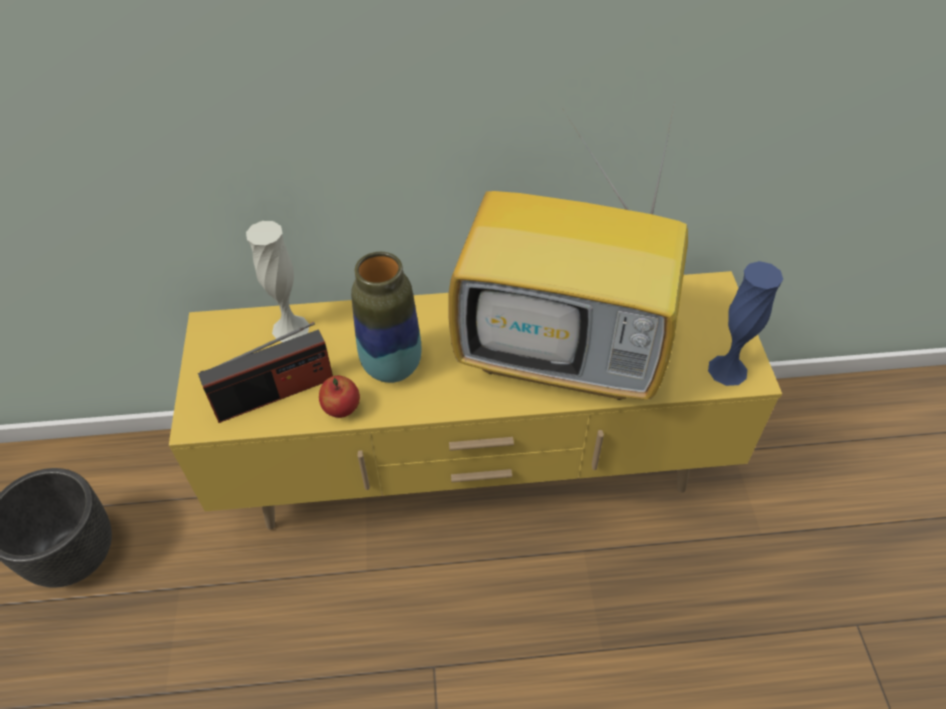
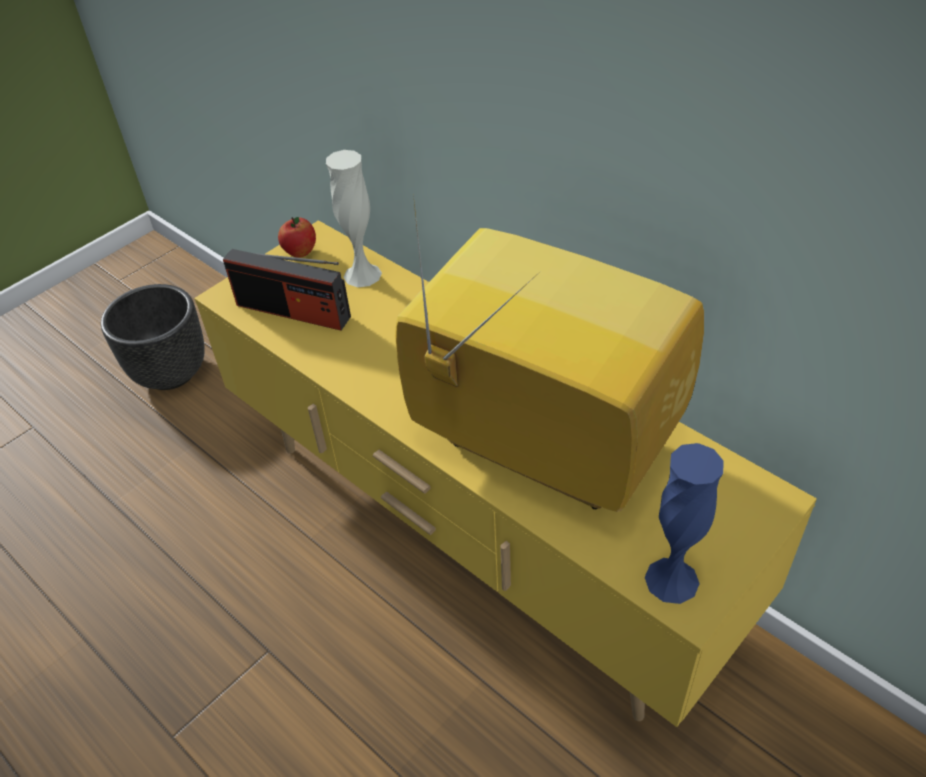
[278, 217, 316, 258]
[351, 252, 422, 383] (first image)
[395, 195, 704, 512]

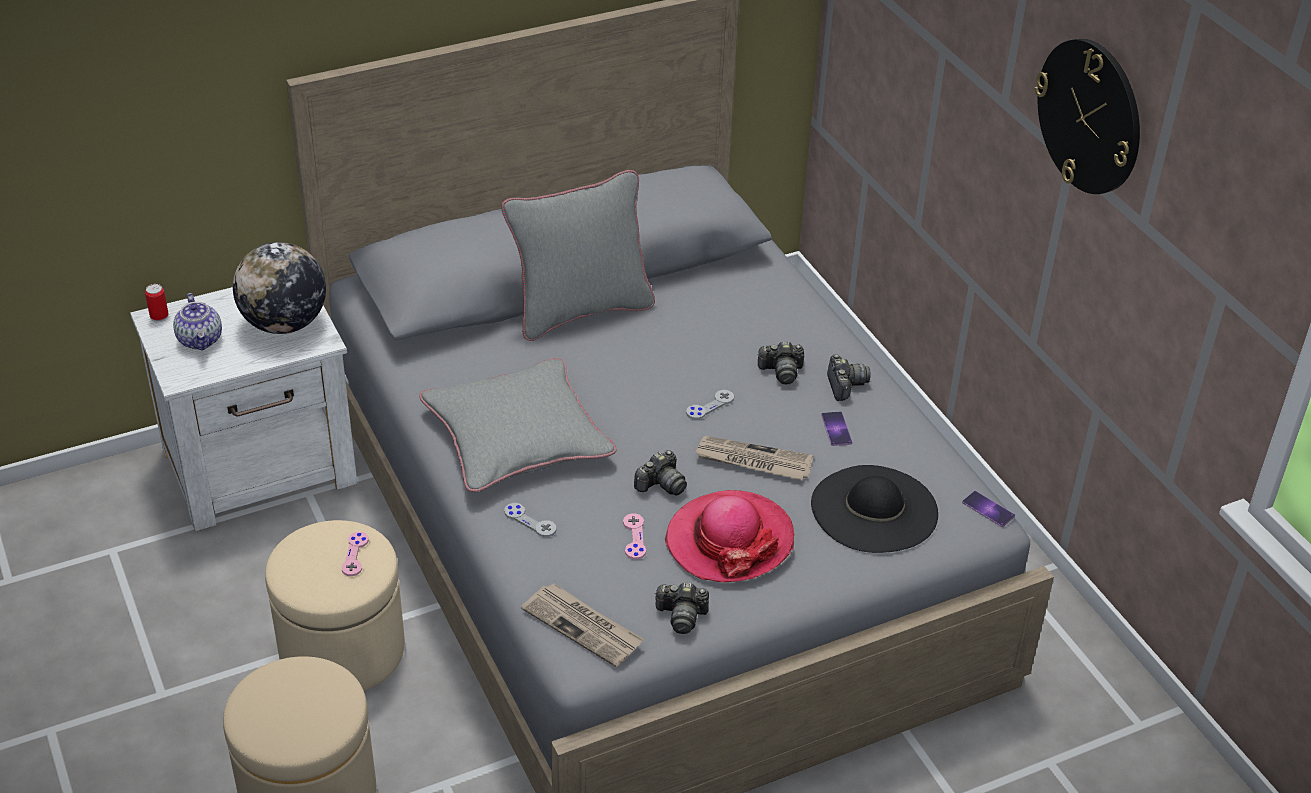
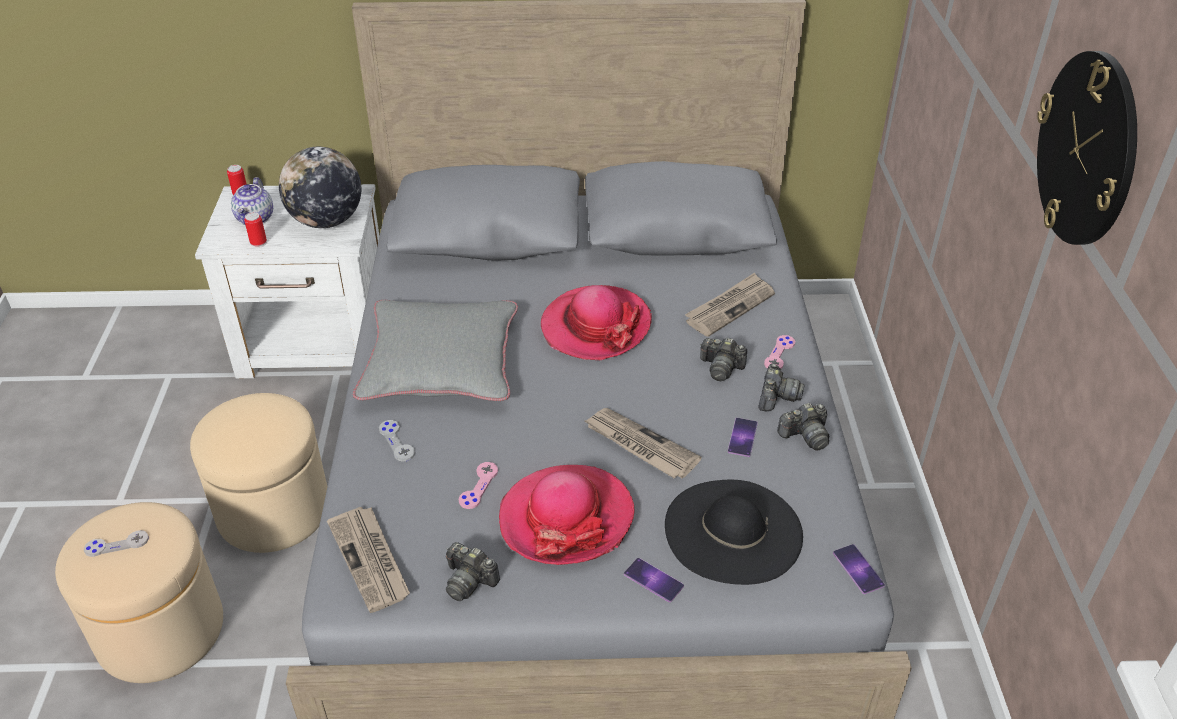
[764, 335, 795, 369]
[501, 170, 655, 341] (first image)
[777, 403, 829, 451]
[84, 530, 149, 557]
[244, 212, 267, 248]
[541, 285, 652, 360]
[624, 558, 684, 602]
[685, 272, 775, 337]

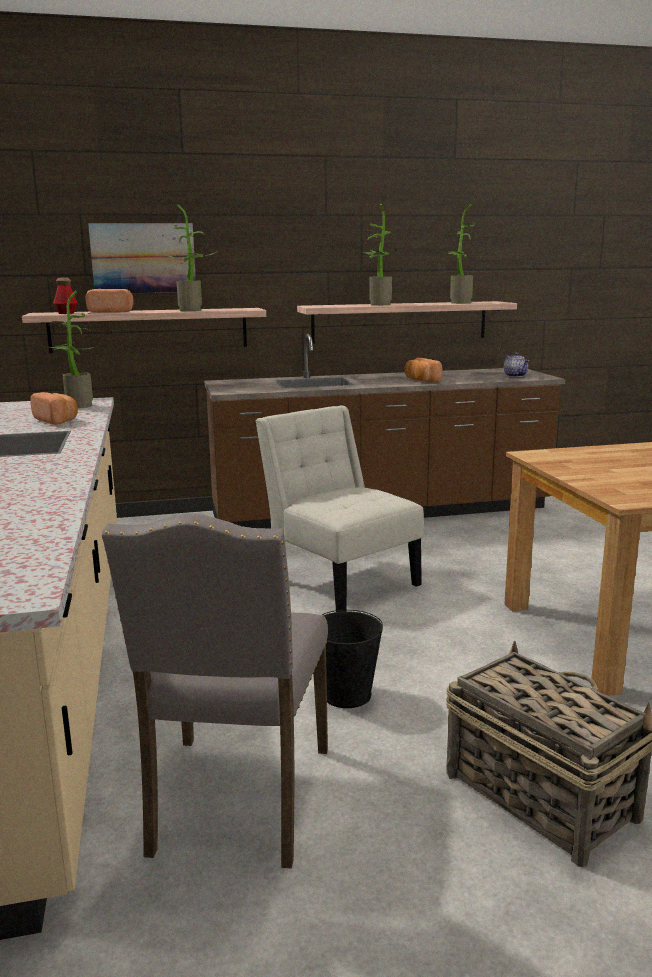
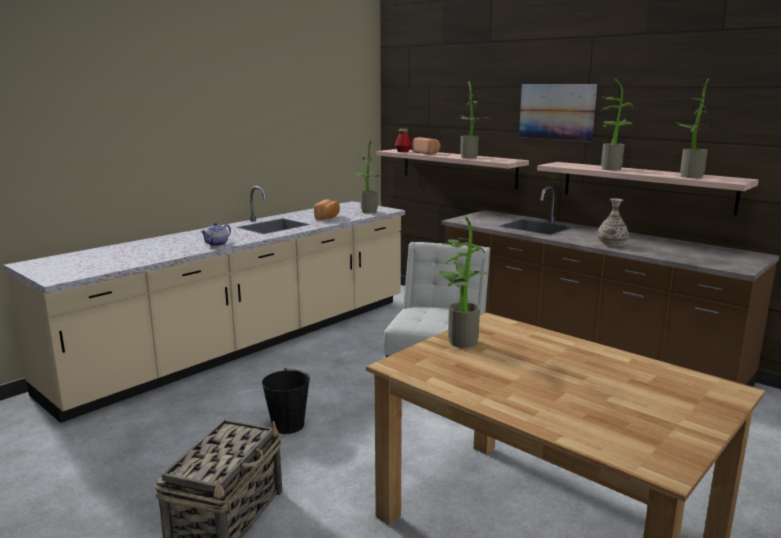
[519, 84, 597, 142]
[102, 513, 328, 868] (first image)
[597, 198, 629, 246]
[201, 222, 231, 246]
[439, 216, 488, 348]

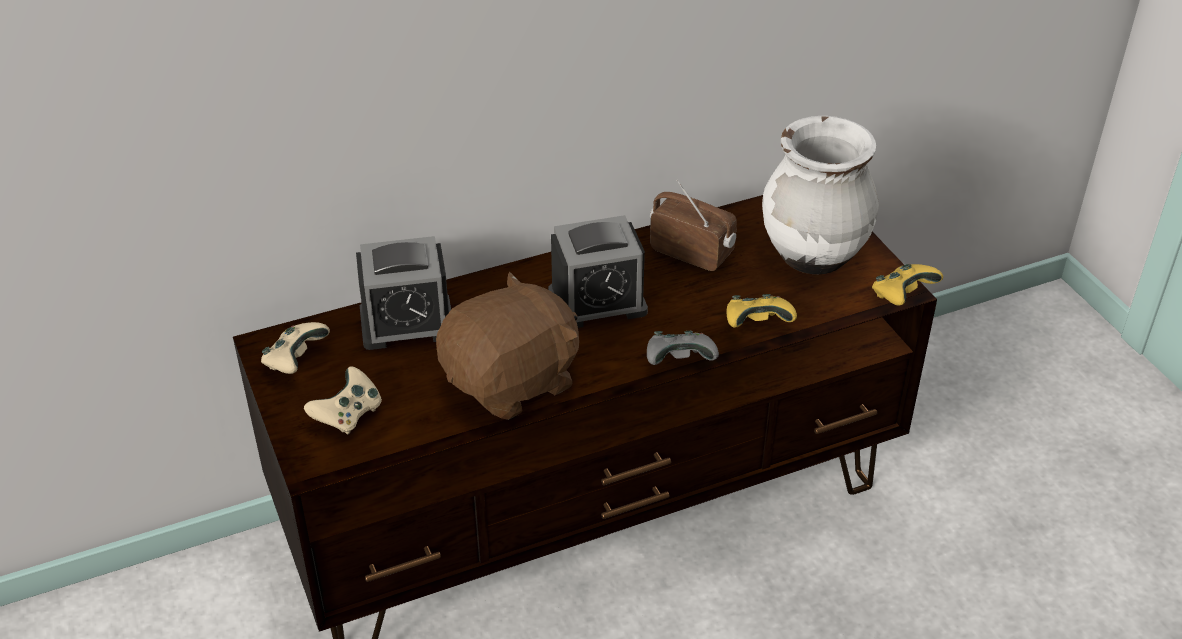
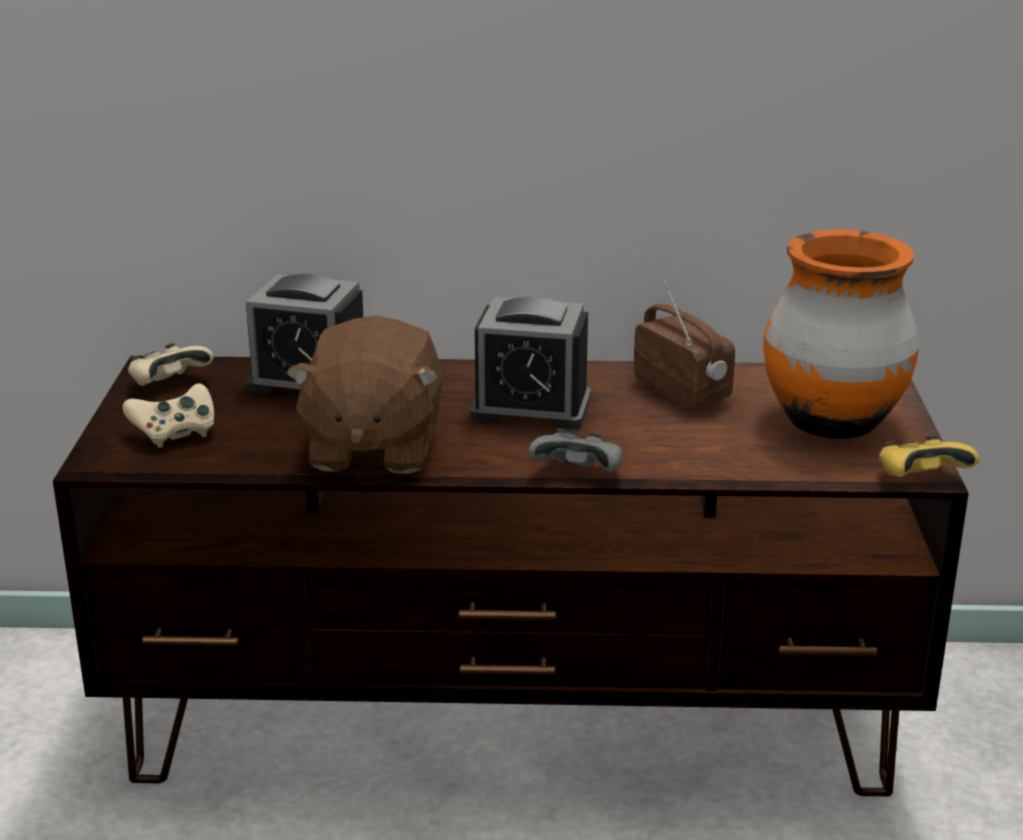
[286, 315, 442, 474]
[727, 294, 797, 328] (first image)
[763, 229, 919, 439]

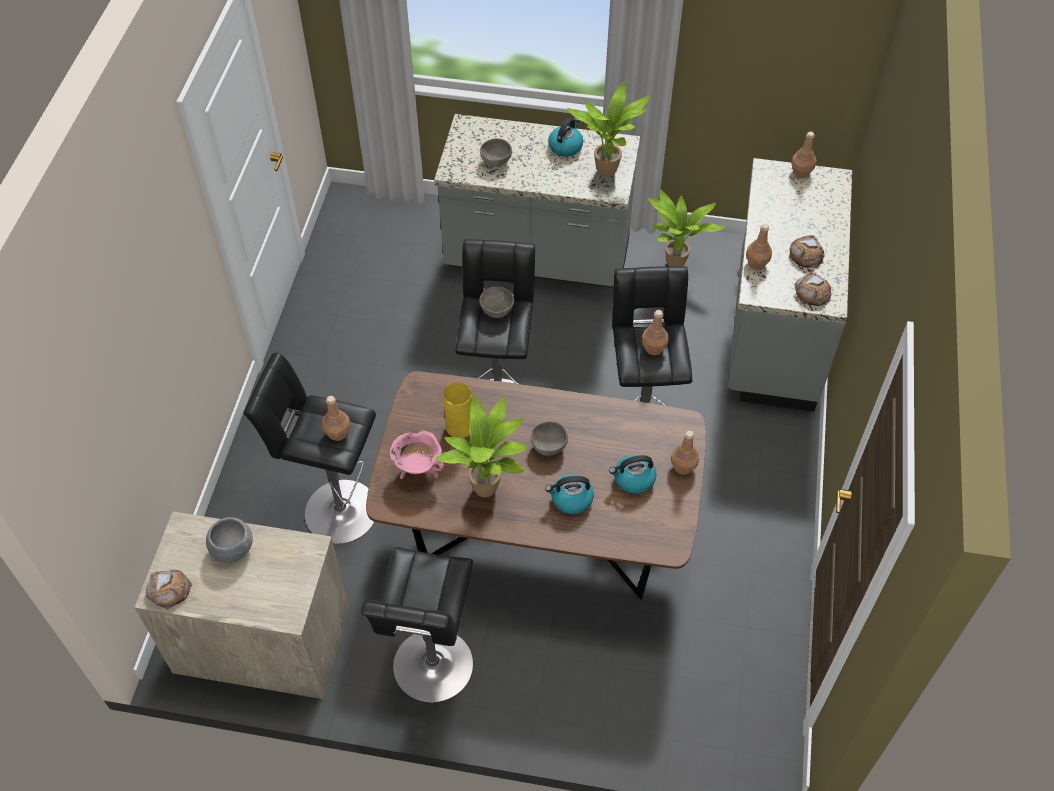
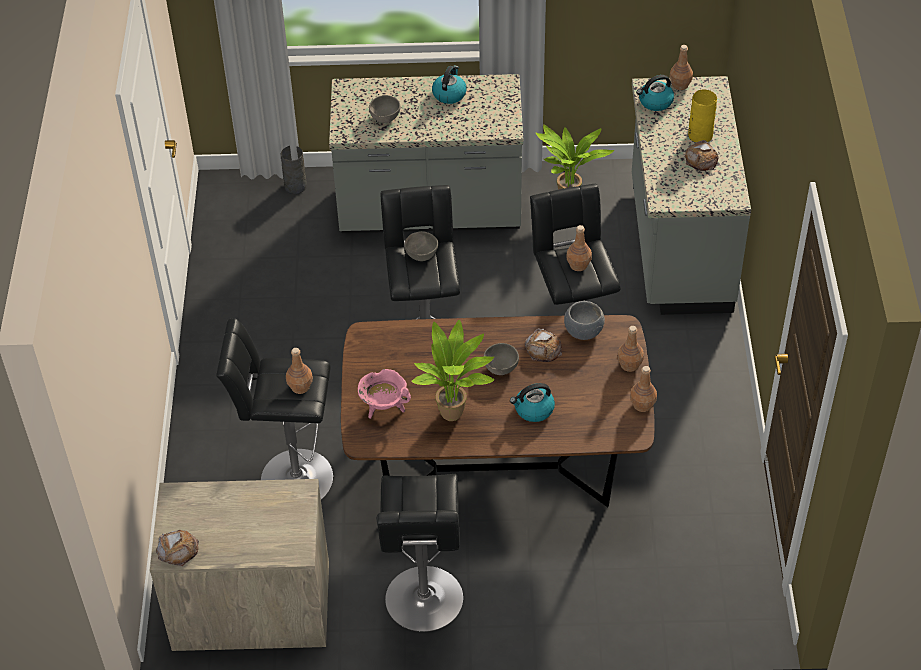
[564, 301, 605, 340]
[688, 89, 717, 143]
[567, 81, 649, 177] (first image)
[636, 75, 674, 111]
[630, 366, 657, 412]
[525, 328, 562, 362]
[281, 146, 307, 194]

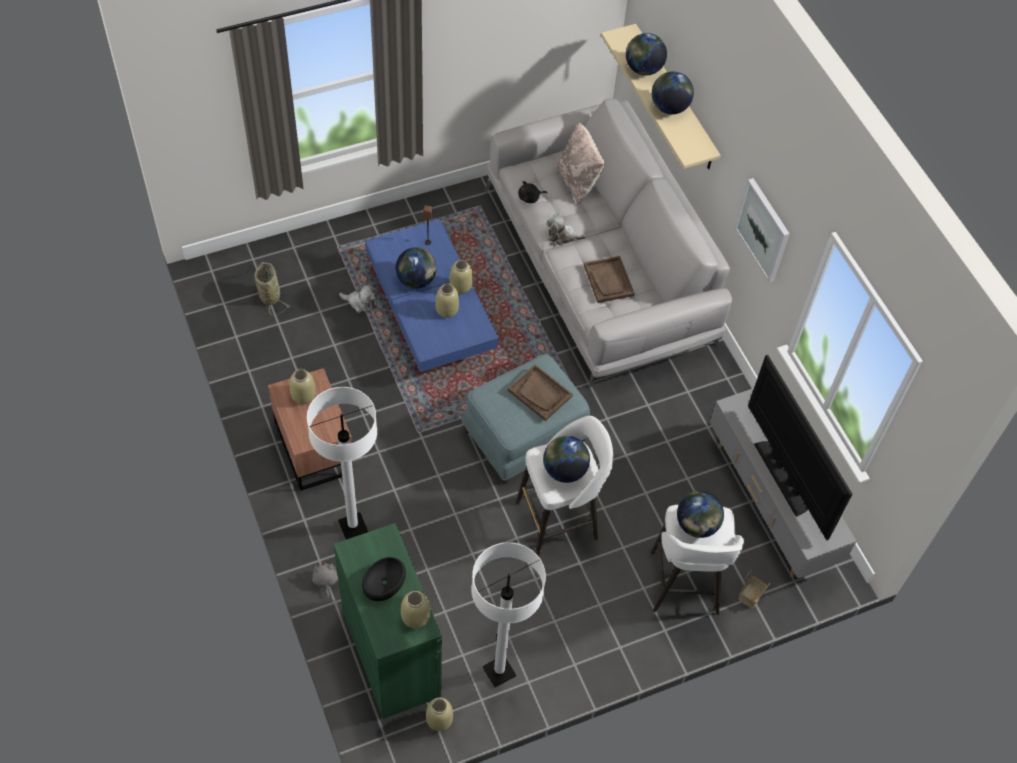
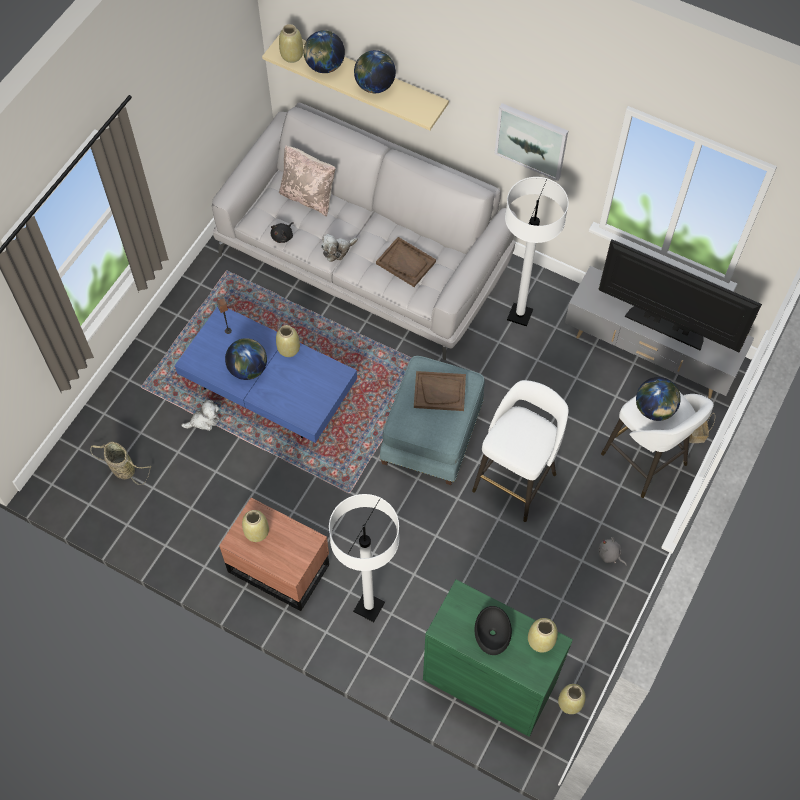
[598, 537, 627, 566]
[279, 24, 303, 63]
[505, 177, 569, 326]
[543, 436, 590, 483] (first image)

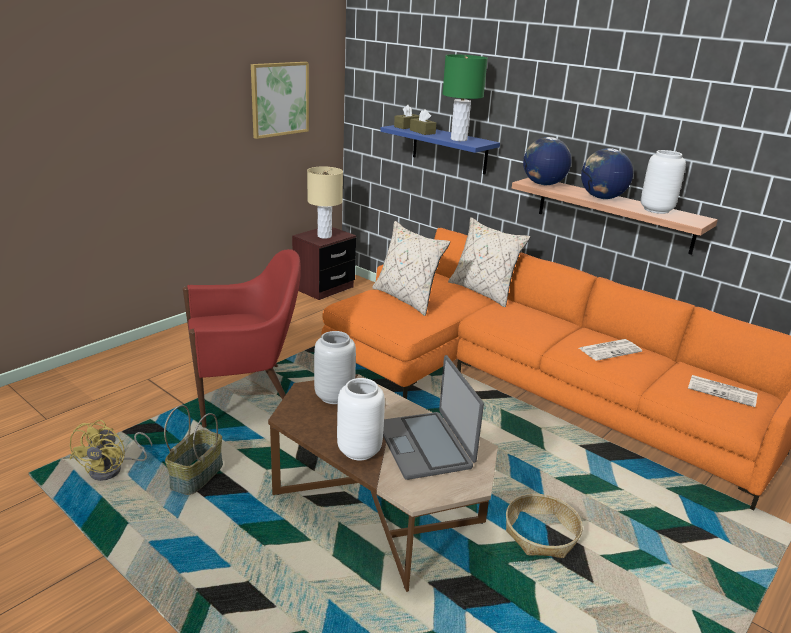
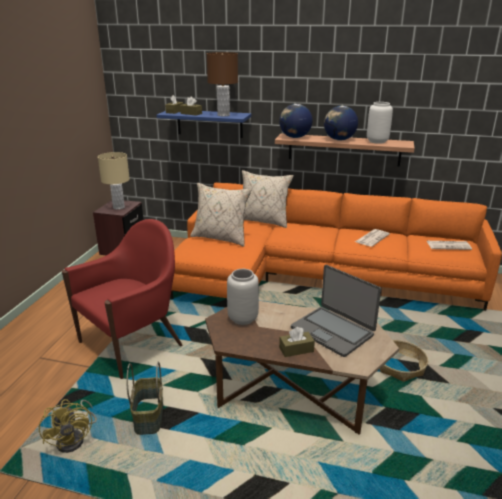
[251, 62, 309, 139] (first image)
[279, 327, 315, 357]
[207, 52, 238, 116]

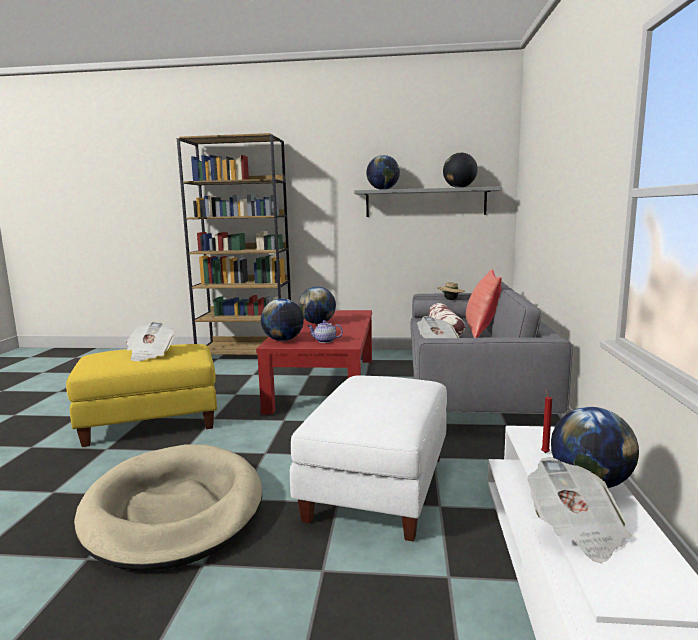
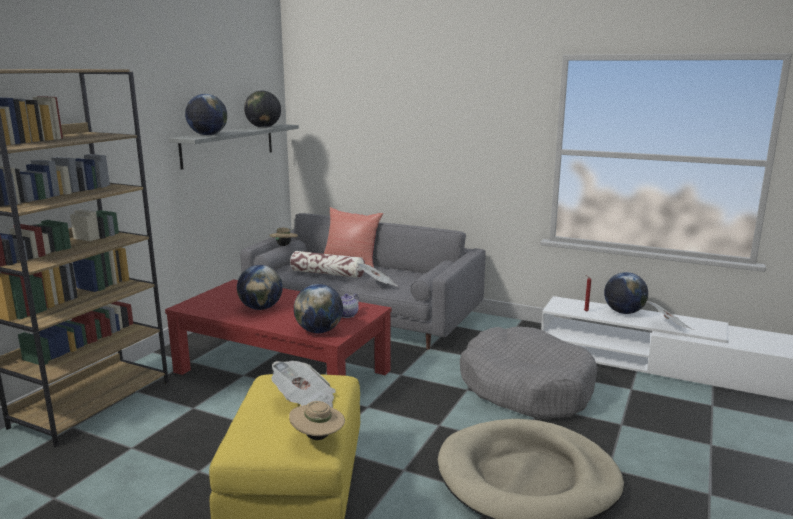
[460, 327, 598, 420]
[289, 401, 345, 440]

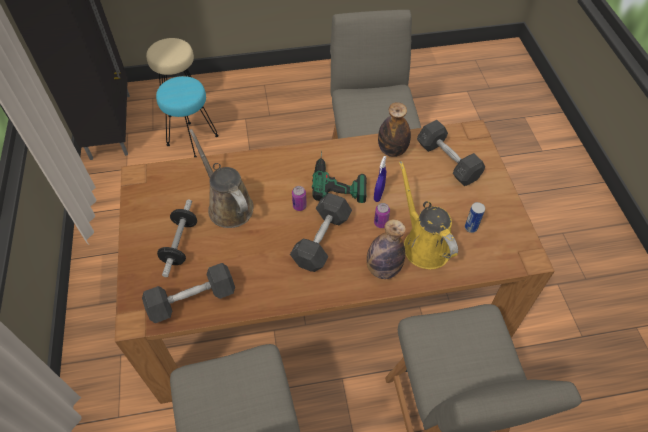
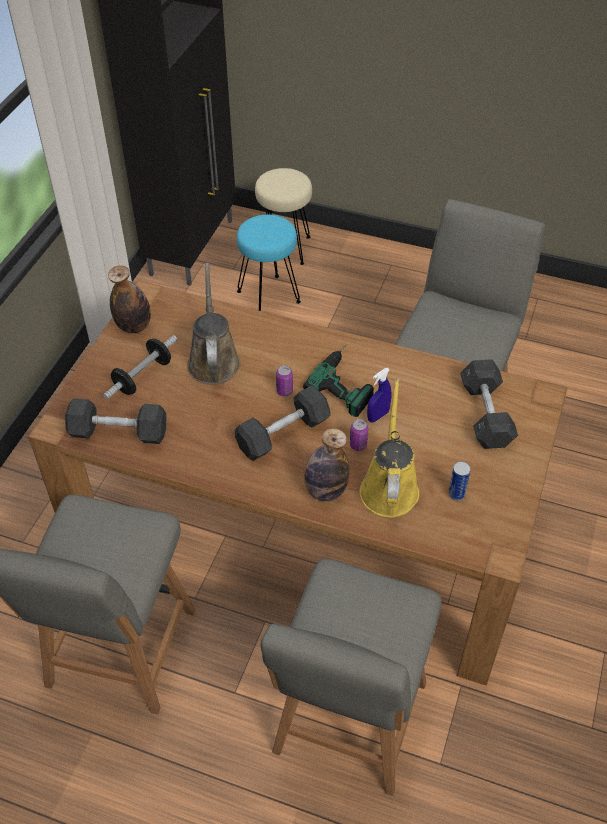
[108, 265, 151, 333]

